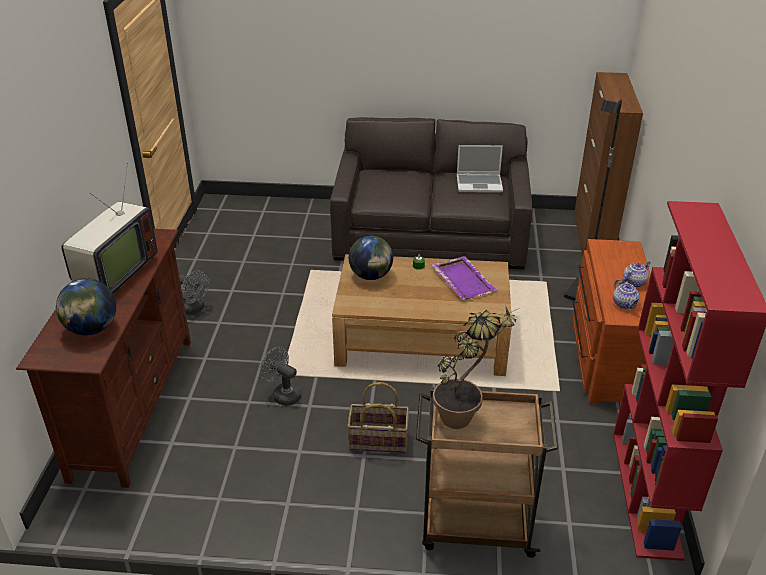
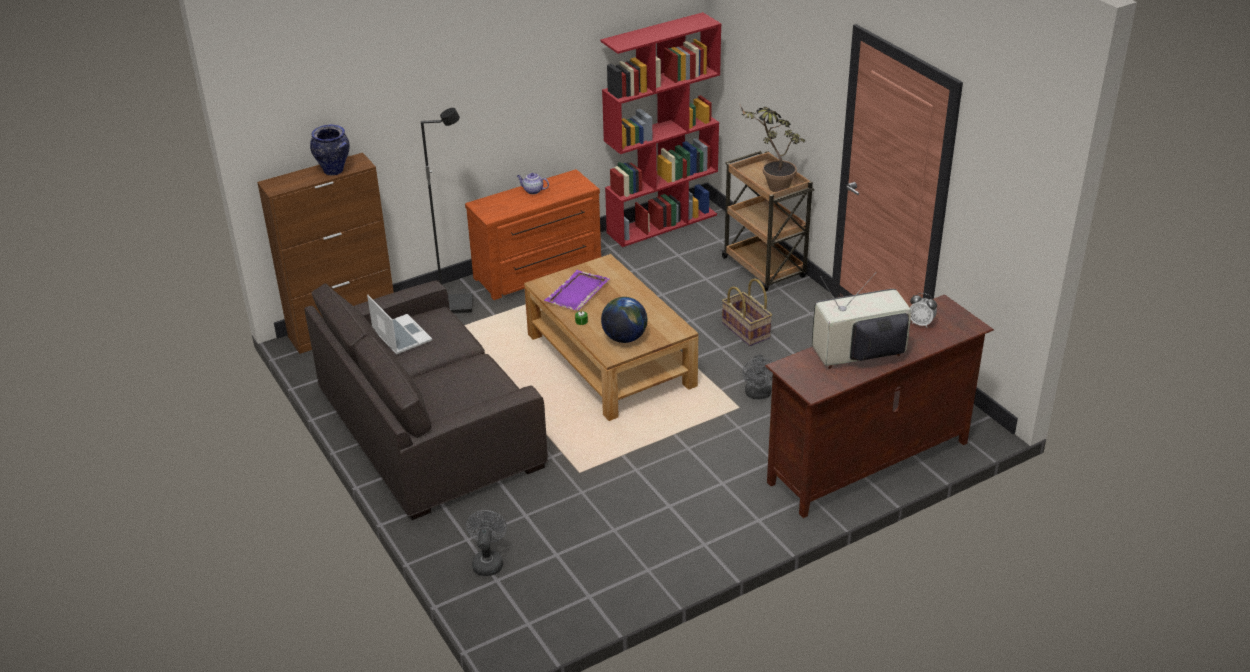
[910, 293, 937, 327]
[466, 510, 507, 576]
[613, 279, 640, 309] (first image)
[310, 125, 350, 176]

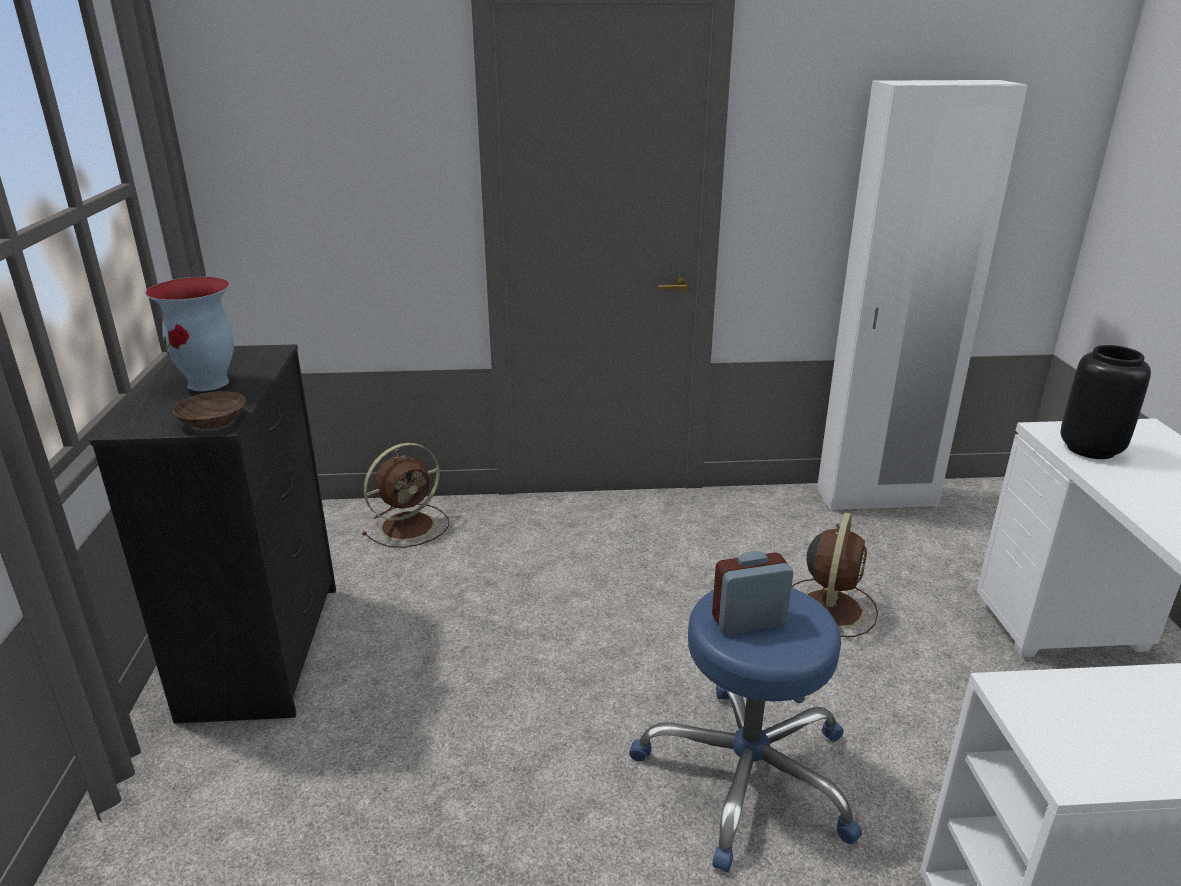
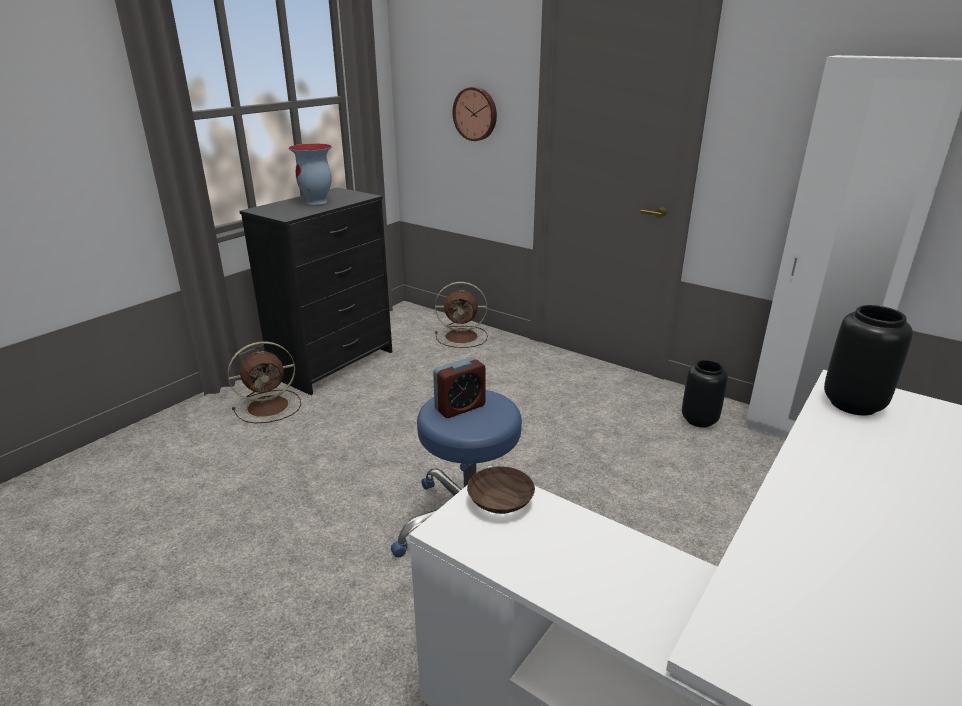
[467, 466, 535, 514]
[433, 357, 485, 418]
[228, 341, 301, 423]
[452, 87, 497, 141]
[682, 360, 728, 427]

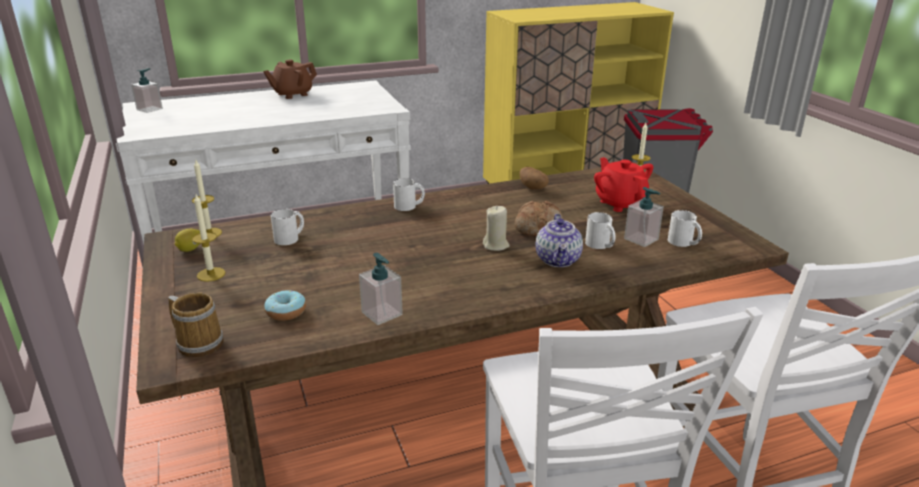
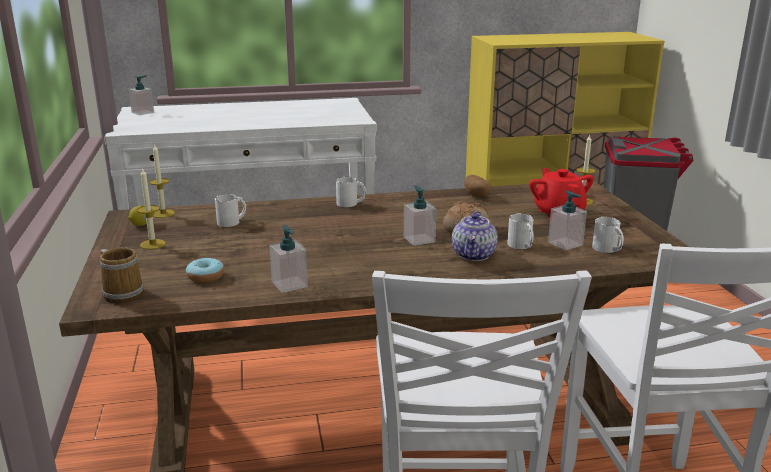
[263, 60, 317, 99] (first image)
[404, 185, 436, 246]

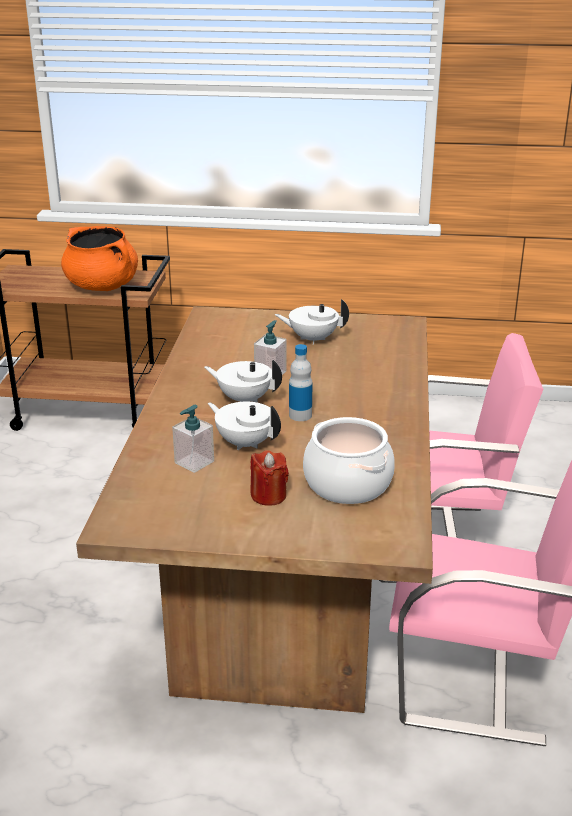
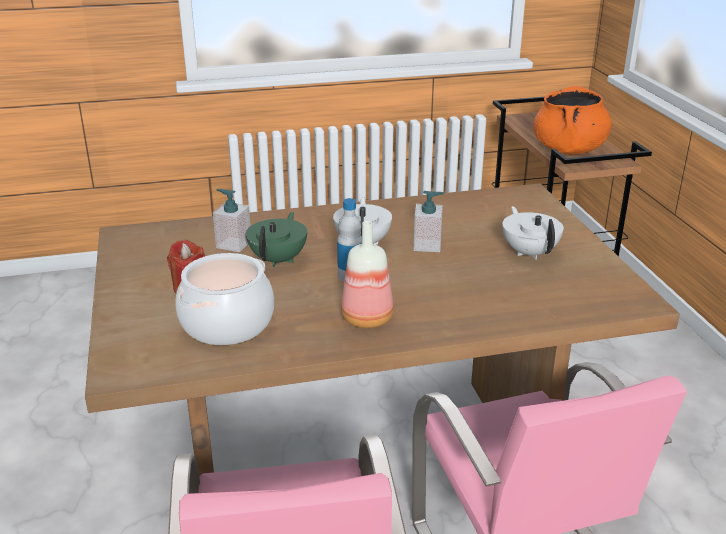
[246, 212, 307, 267]
[341, 221, 394, 328]

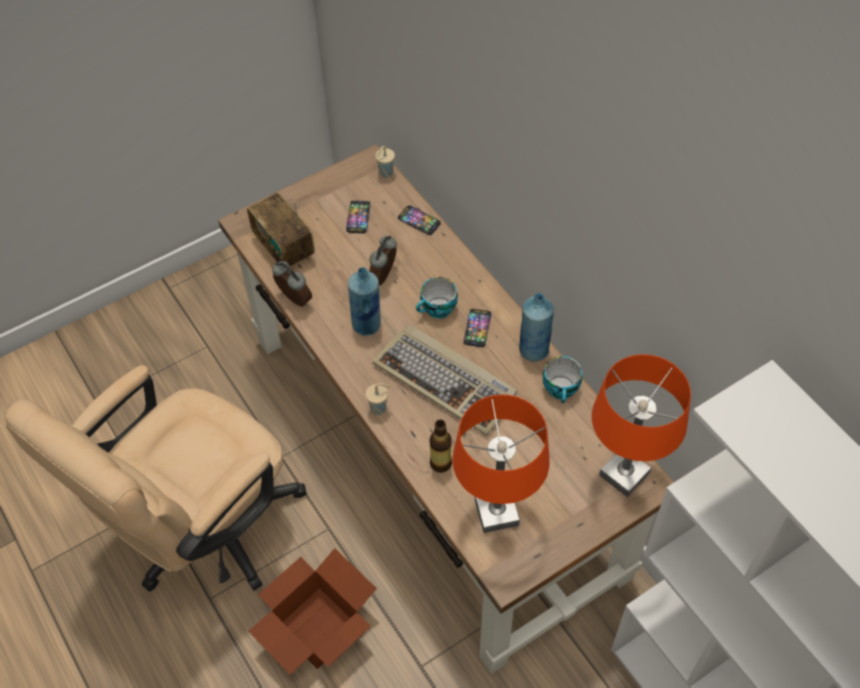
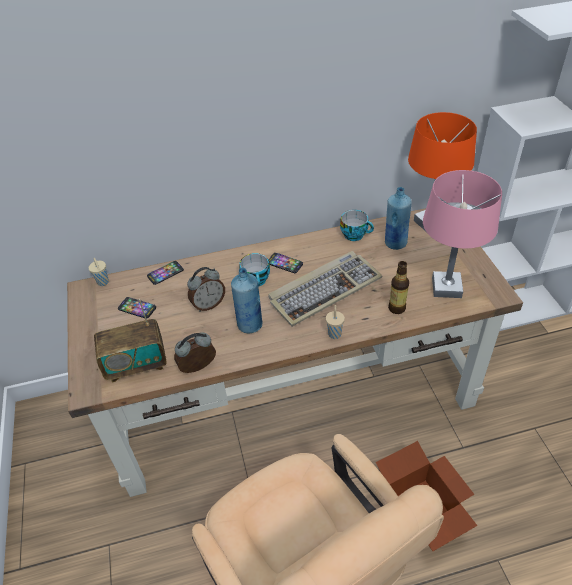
[187, 267, 225, 312]
[423, 170, 502, 298]
[385, 187, 412, 250]

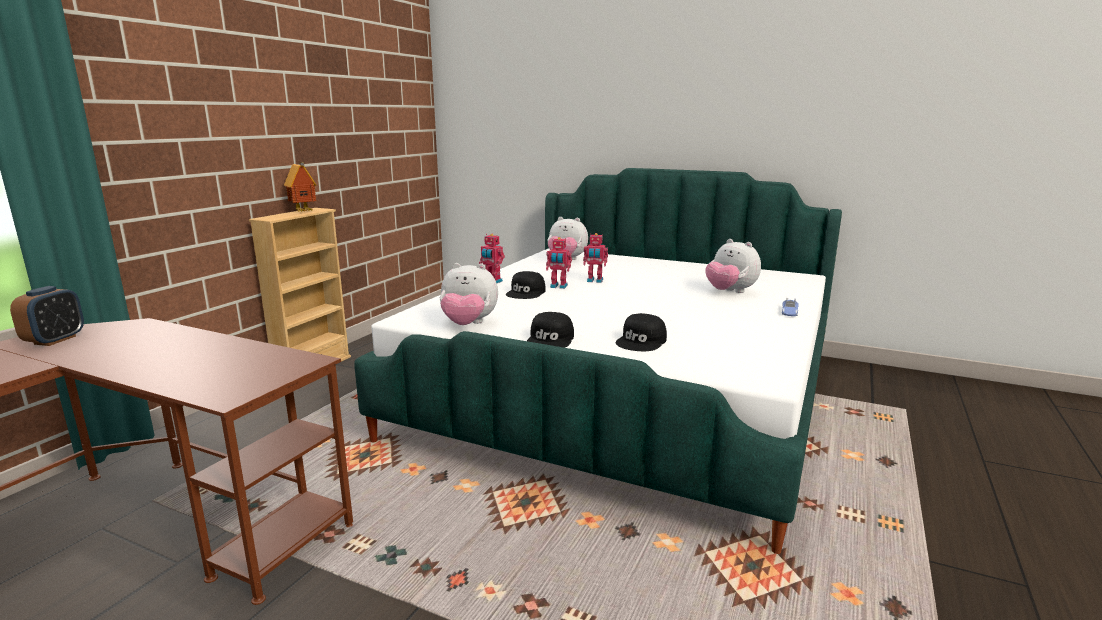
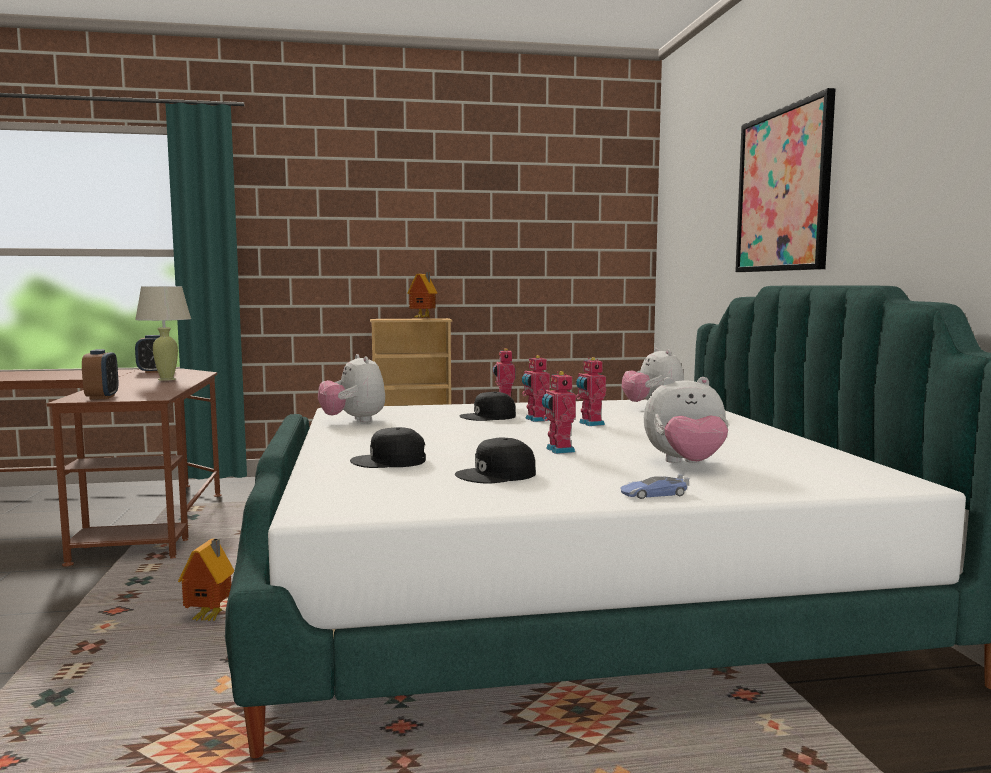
[455, 438, 536, 484]
[644, 377, 729, 463]
[82, 349, 118, 400]
[135, 286, 191, 381]
[178, 538, 235, 622]
[542, 371, 576, 454]
[735, 88, 836, 272]

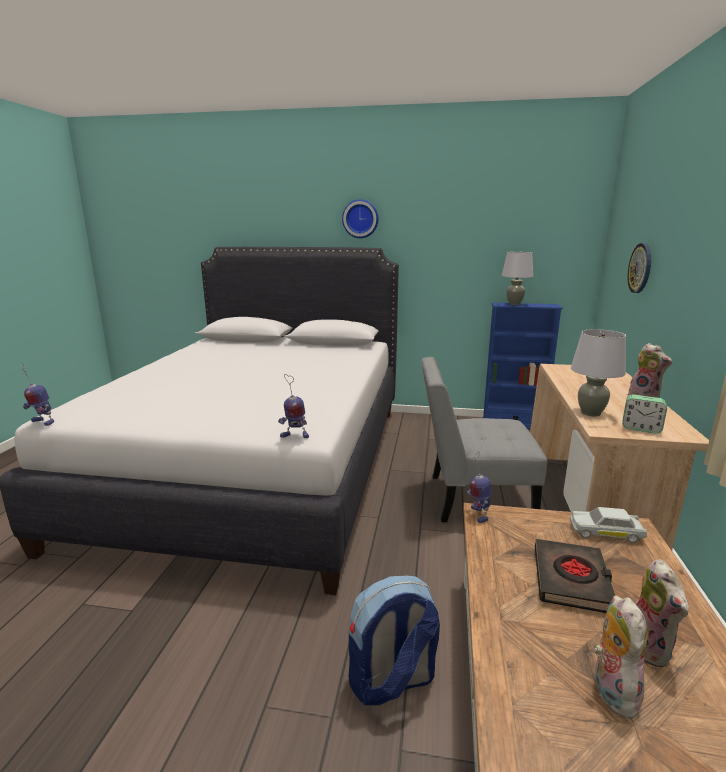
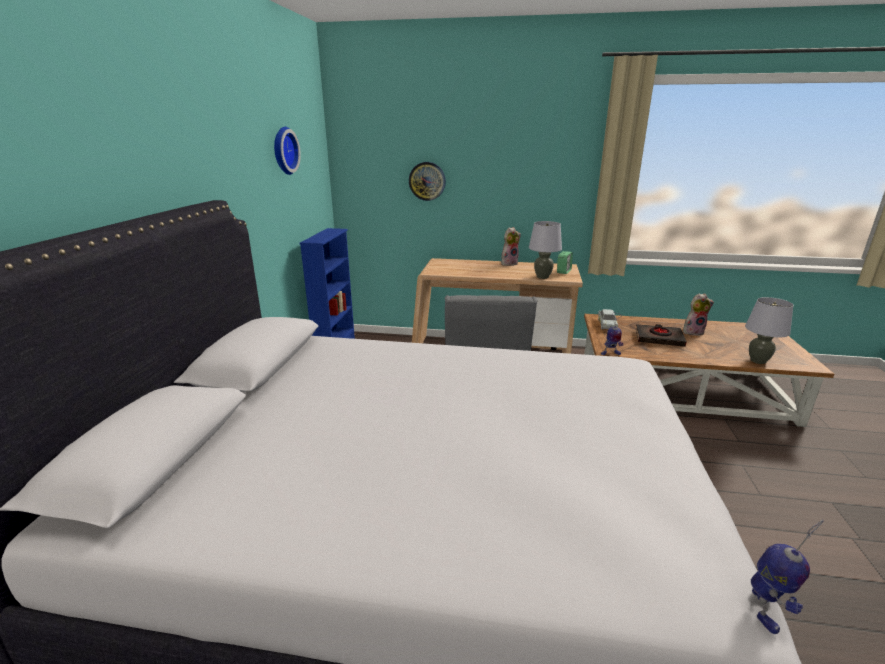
[278, 374, 309, 438] (first image)
[274, 127, 301, 175]
[349, 576, 440, 705] (first image)
[745, 297, 794, 364]
[593, 595, 648, 719] (first image)

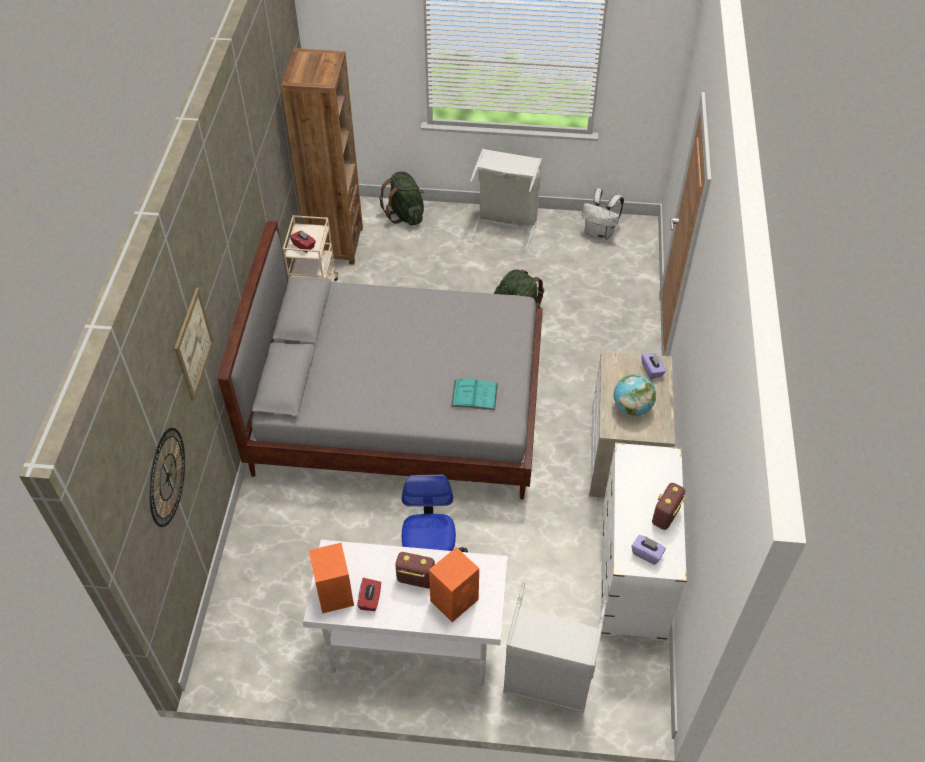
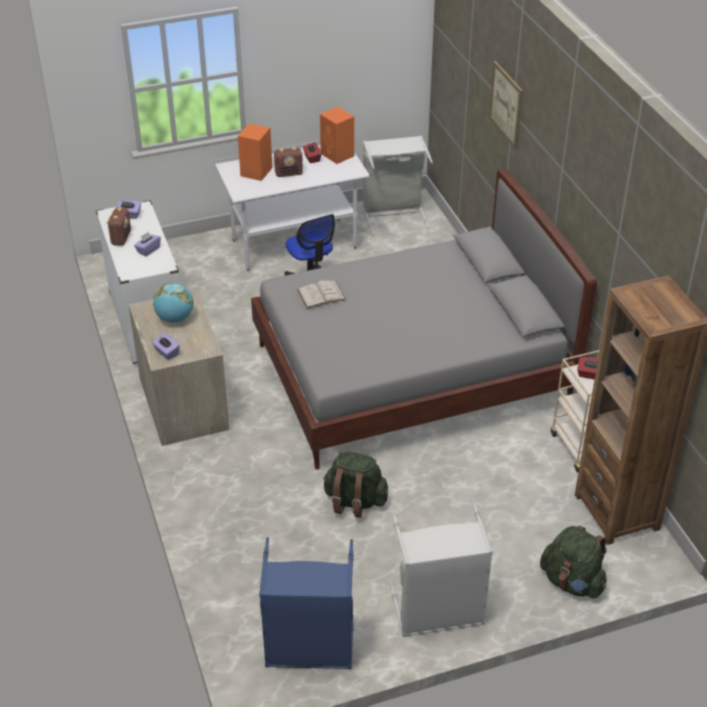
[149, 428, 185, 527] (first image)
[297, 280, 346, 309]
[363, 136, 433, 235]
[259, 537, 354, 670]
[134, 232, 161, 256]

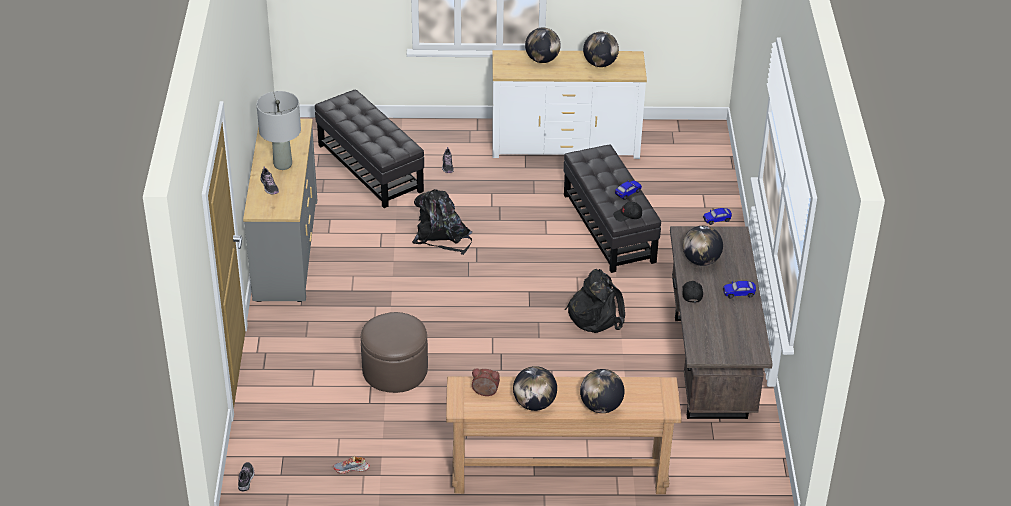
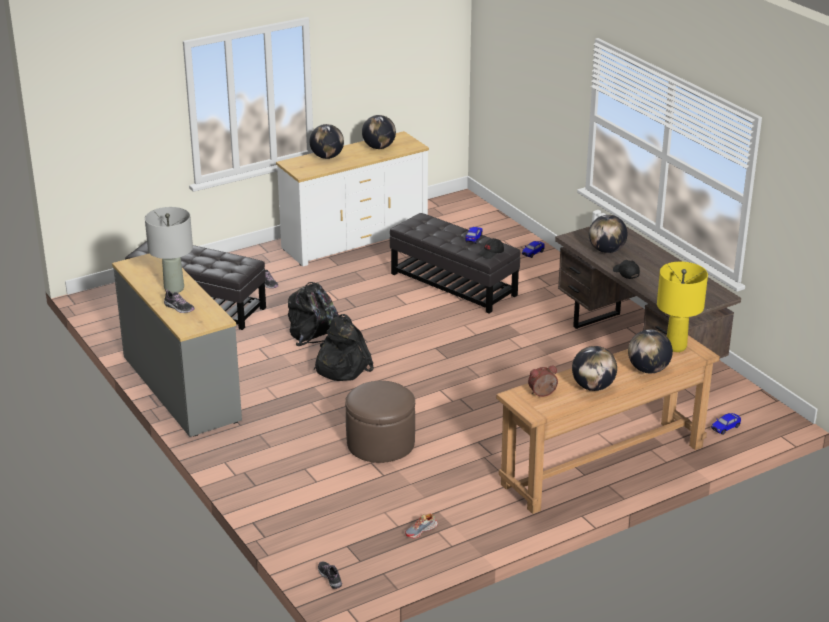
[313, 314, 374, 381]
[711, 413, 741, 435]
[657, 262, 708, 352]

